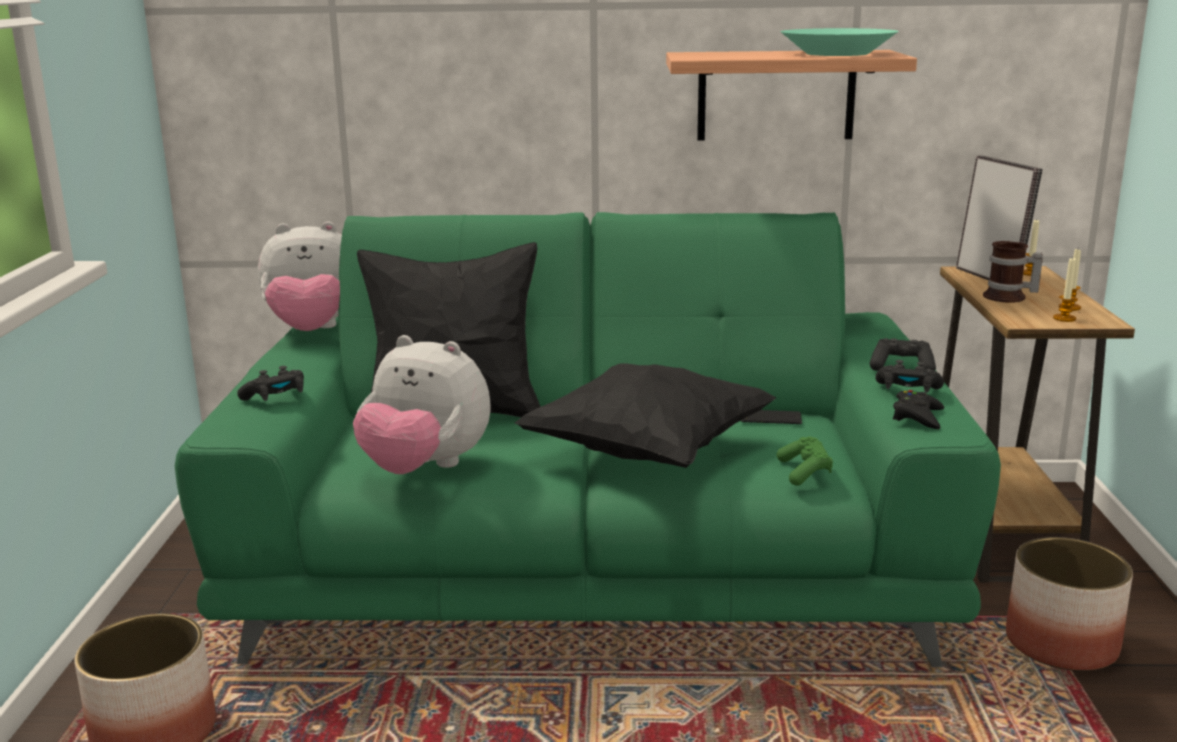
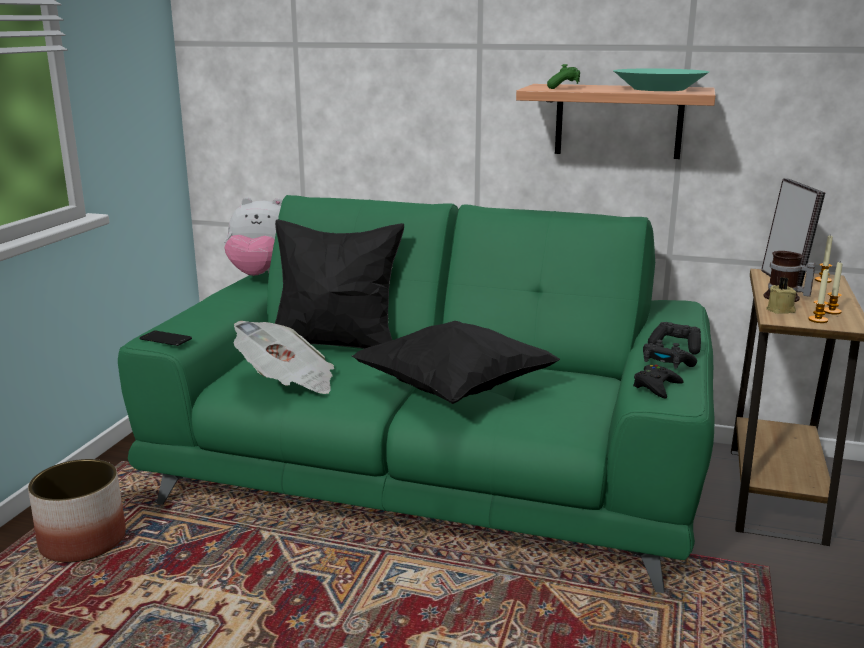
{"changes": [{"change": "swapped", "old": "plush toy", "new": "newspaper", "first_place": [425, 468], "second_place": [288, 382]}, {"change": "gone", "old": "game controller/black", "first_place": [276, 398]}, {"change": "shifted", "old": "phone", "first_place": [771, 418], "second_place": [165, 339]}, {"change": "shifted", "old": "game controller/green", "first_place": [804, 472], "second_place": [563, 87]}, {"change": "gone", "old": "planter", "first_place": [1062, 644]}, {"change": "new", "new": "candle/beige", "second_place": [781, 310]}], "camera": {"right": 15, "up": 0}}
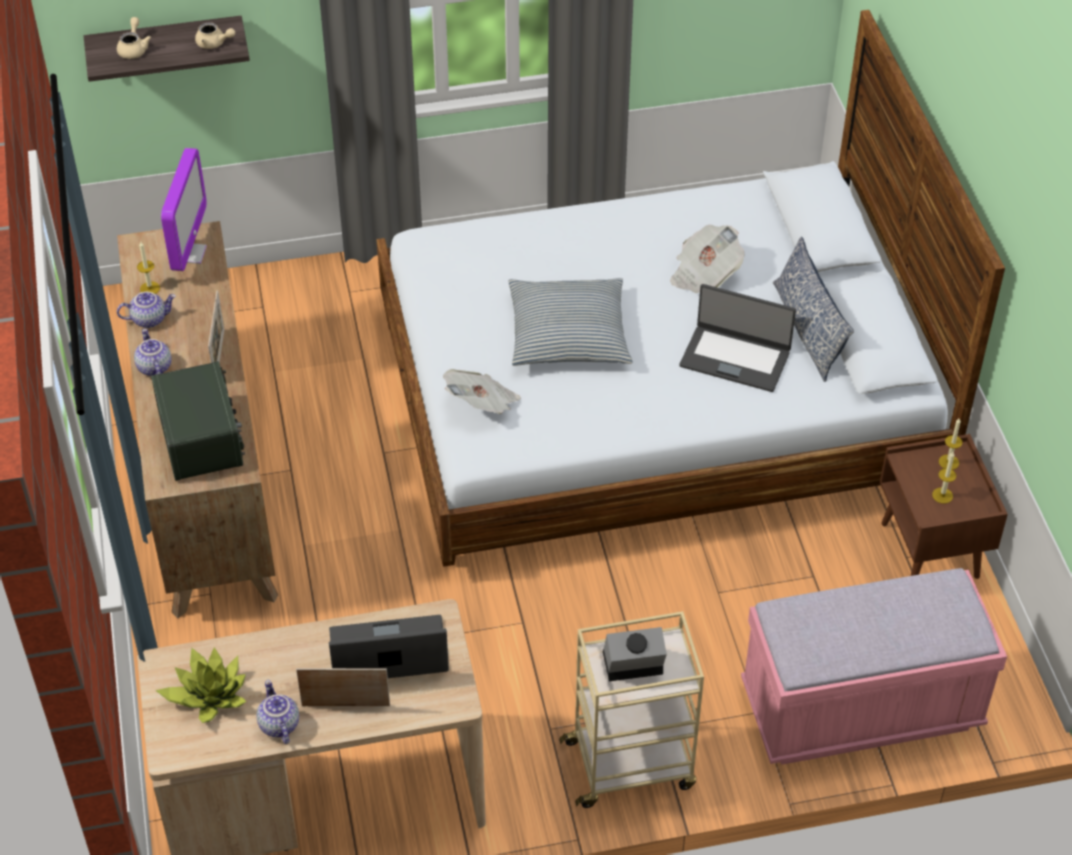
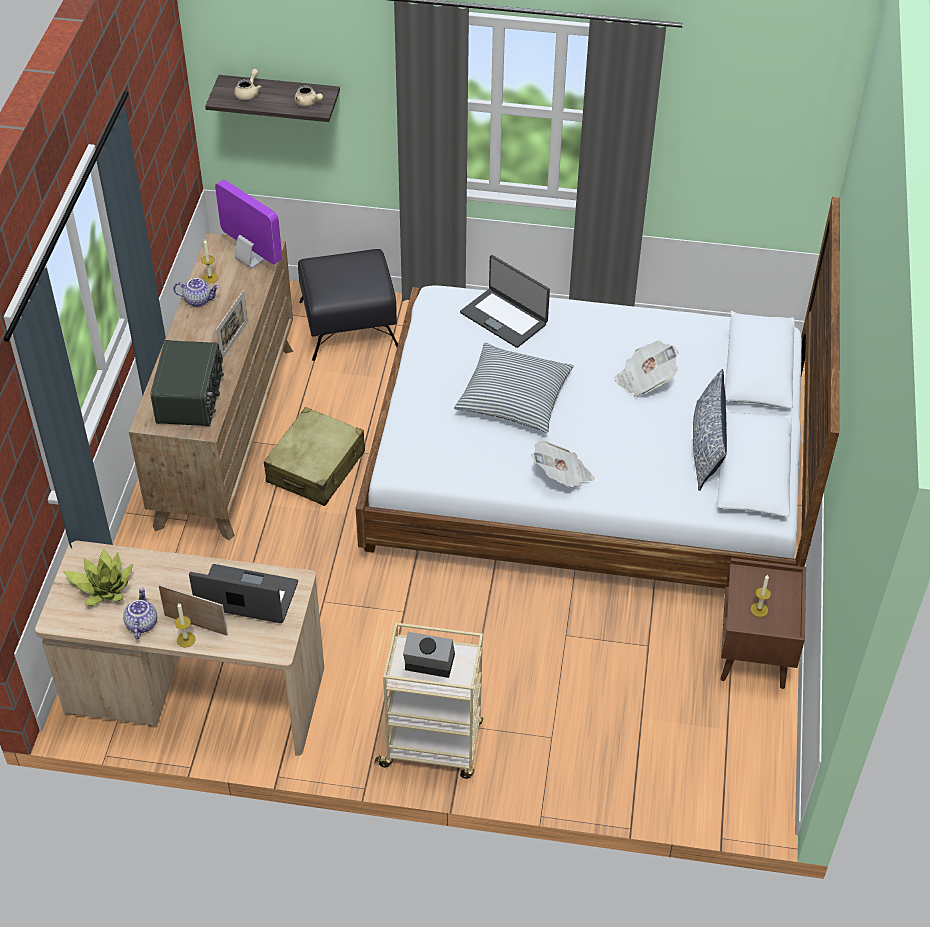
{"changes": [{"change": "rotated", "old": "monitor", "first_place": [189, 253], "second_place": [251, 259], "degrees": -75}, {"change": "shifted", "old": "laptop", "first_place": [735, 358], "second_place": [504, 318]}, {"change": "gone", "old": "teapot", "first_place": [153, 367]}, {"change": "shifted", "old": "newspaper", "first_place": [482, 405], "second_place": [562, 476]}, {"change": "shifted", "old": "candle", "first_place": [948, 462], "second_place": [186, 639]}, {"change": "gone", "old": "bench/pink", "first_place": [861, 709]}, {"change": "new", "new": "ottoman/black", "second_place": [349, 324]}, {"change": "new", "new": "suitcase/beige", "second_place": [316, 467]}], "camera": {"right": 20, "up": 0}}
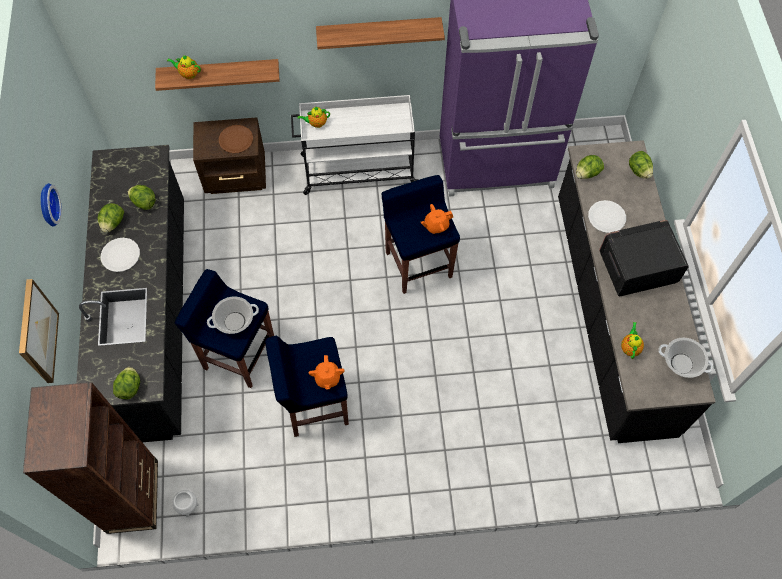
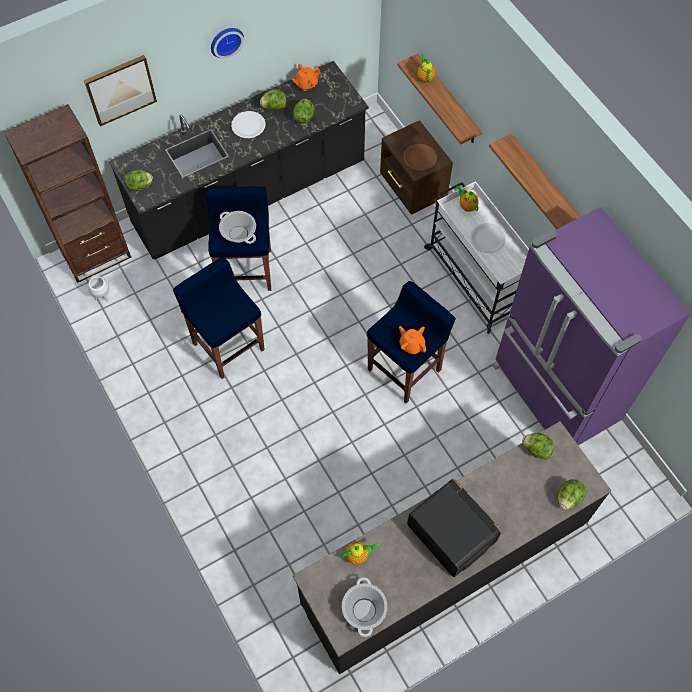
{"changes": [{"change": "shifted", "old": "plate/white", "first_place": [606, 217], "second_place": [487, 239]}, {"change": "shifted", "old": "teapot/orange", "first_place": [327, 378], "second_place": [306, 84]}], "camera": {"right": 65, "up": 0}}
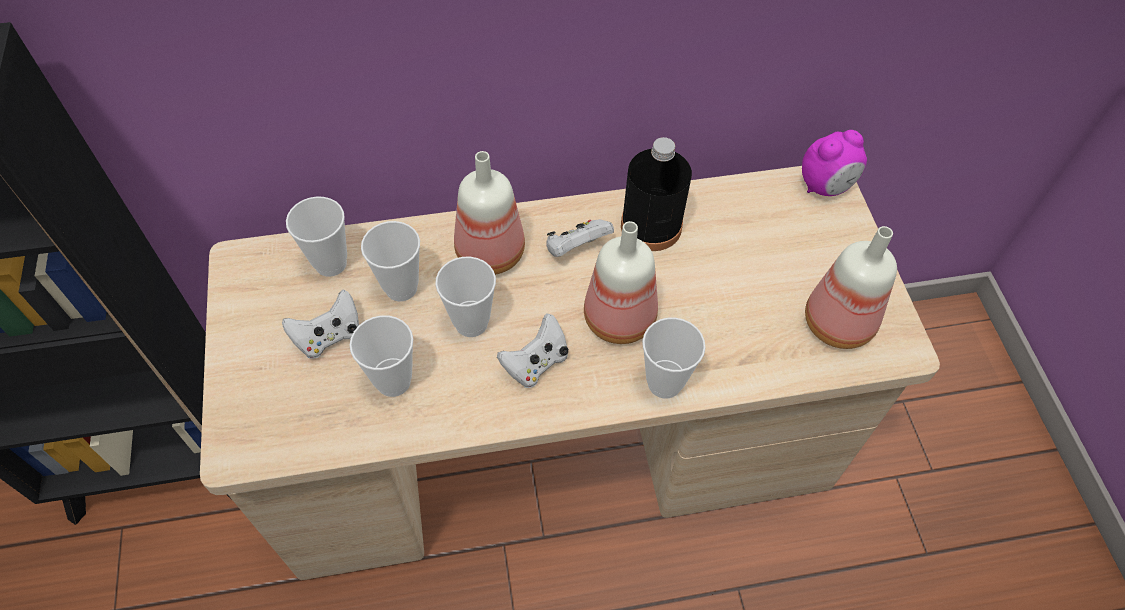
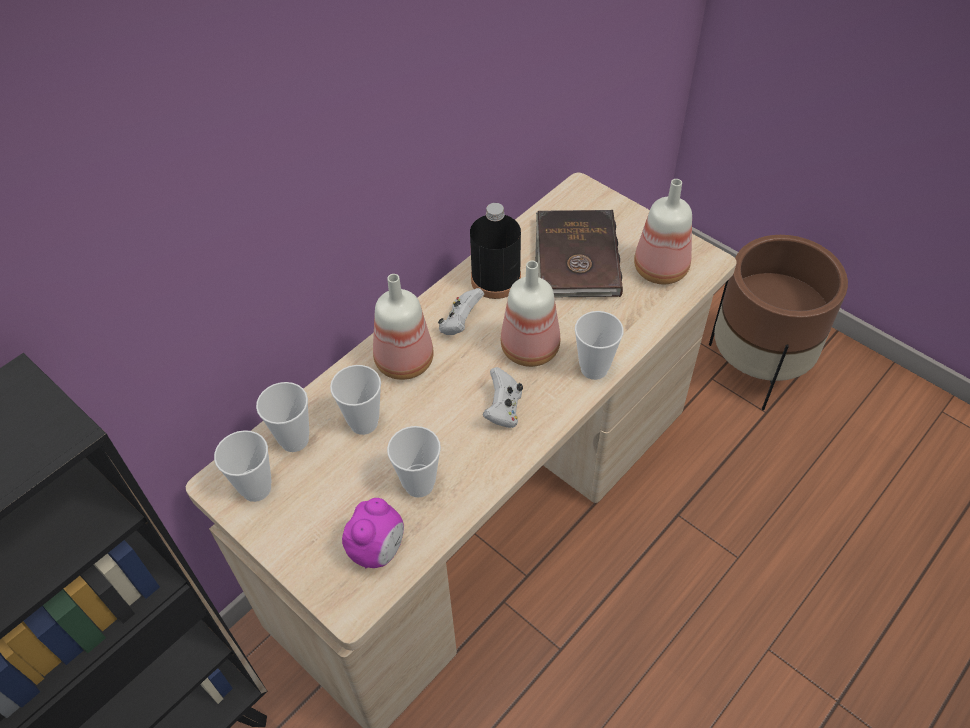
{"changes": [{"change": "shifted", "old": "alarm clock", "first_place": [825, 186], "second_place": [378, 549]}, {"change": "shifted", "old": "cup", "first_place": [471, 323], "second_place": [256, 488]}, {"change": "gone", "old": "game controller/white", "first_place": [329, 336]}, {"change": "new", "new": "book/brown", "second_place": [575, 258]}, {"change": "new", "new": "planter/brown", "second_place": [757, 366]}], "camera": {"right": -35, "up": -5}}
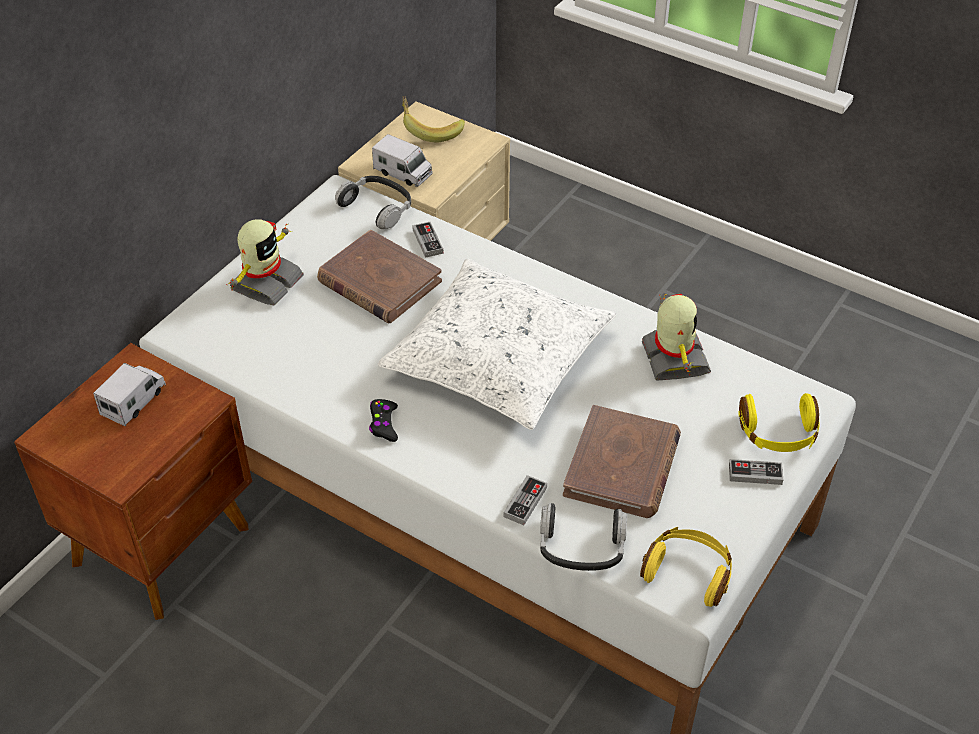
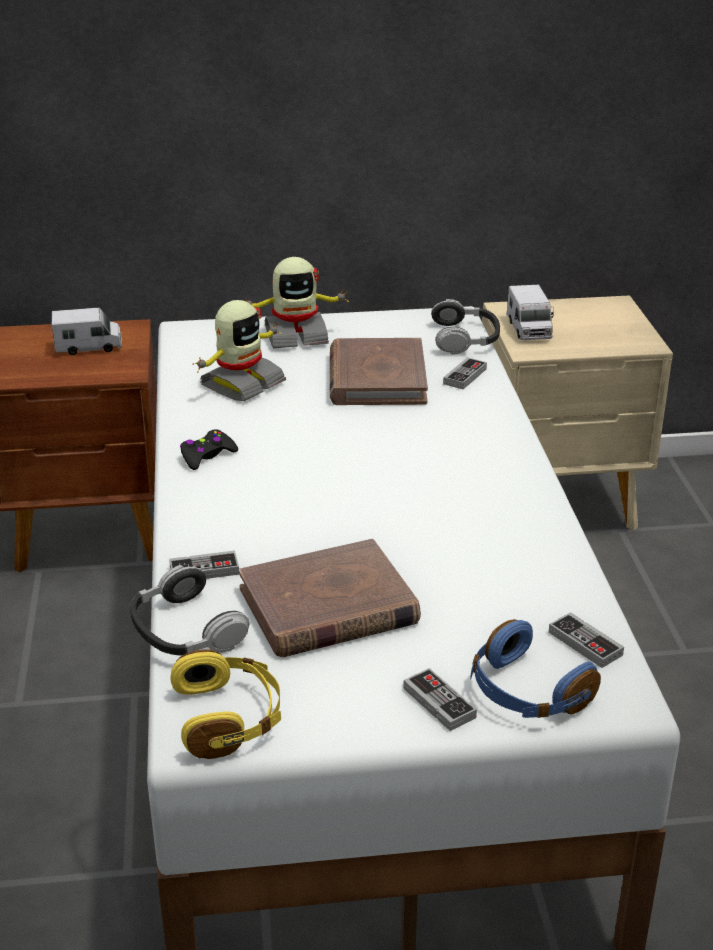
{"changes": [{"change": "gone", "old": "banana", "first_place": [430, 130]}, {"change": "gone", "old": "pillow/white", "first_place": [498, 358]}, {"change": "shifted", "old": "toy robot", "first_place": [673, 359], "second_place": [241, 383]}, {"change": "repainted", "old": "headphones/yellow", "new": "headphones/blue", "first_place": [778, 434], "second_place": [526, 693]}, {"change": "new", "new": "game controller", "second_place": [585, 643]}], "camera": {"right": 50, "up": -15}}
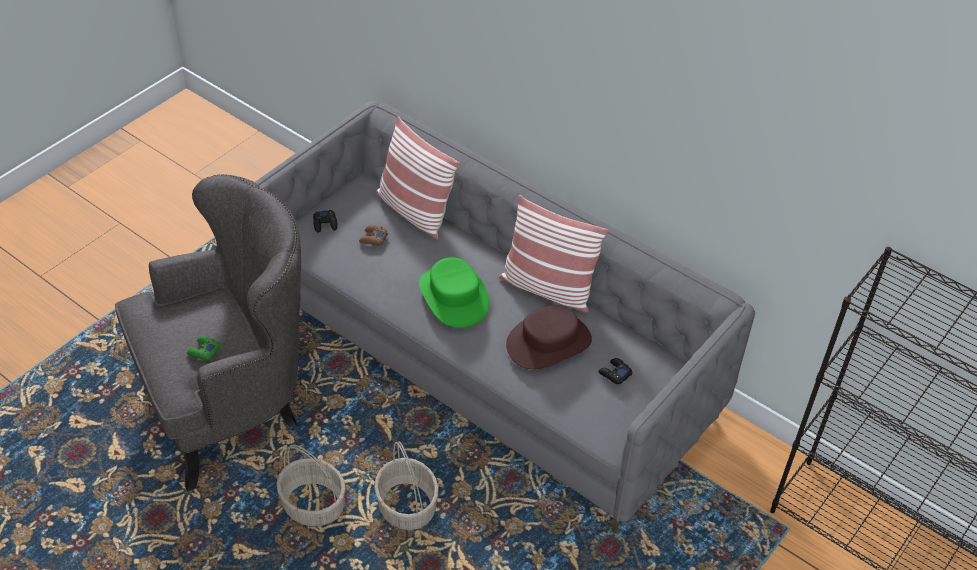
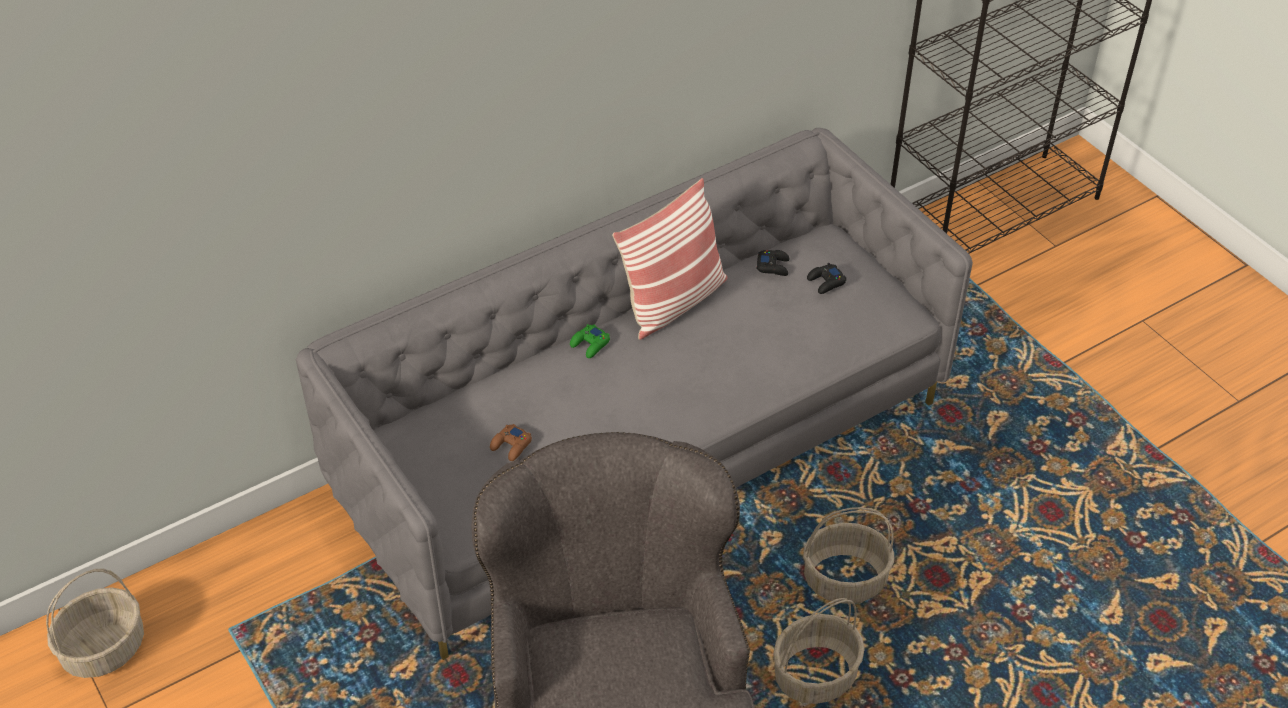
{"changes": [{"change": "gone", "old": "pillow", "first_place": [414, 211]}, {"change": "shifted", "old": "game controller/black", "first_place": [325, 224], "second_place": [773, 266]}, {"change": "gone", "old": "hat/green", "first_place": [454, 296]}, {"change": "gone", "old": "hat/brown", "first_place": [548, 342]}, {"change": "shifted", "old": "game controller/green", "first_place": [204, 351], "second_place": [590, 344]}, {"change": "new", "new": "basket", "second_place": [104, 650]}], "camera": {"right": -70, "up": 0}}
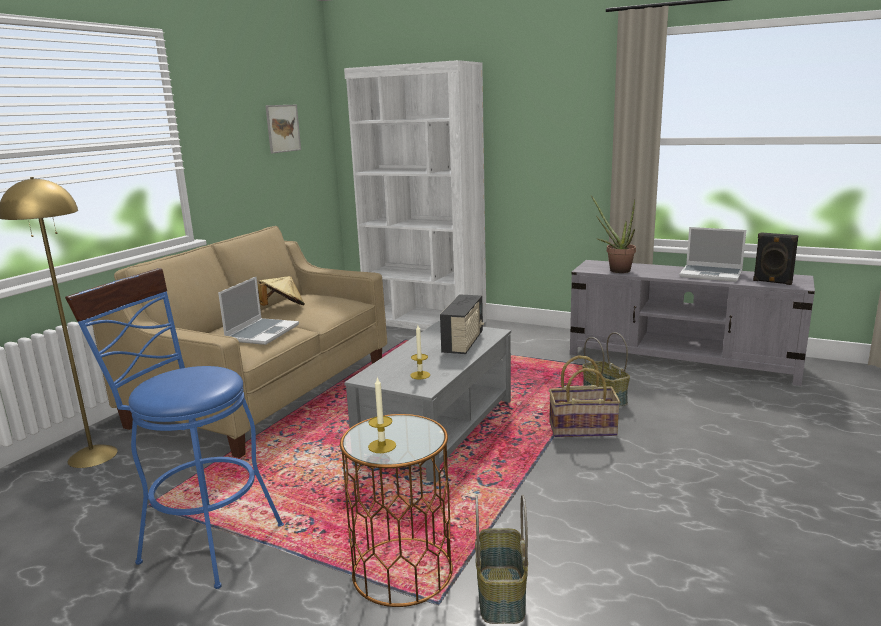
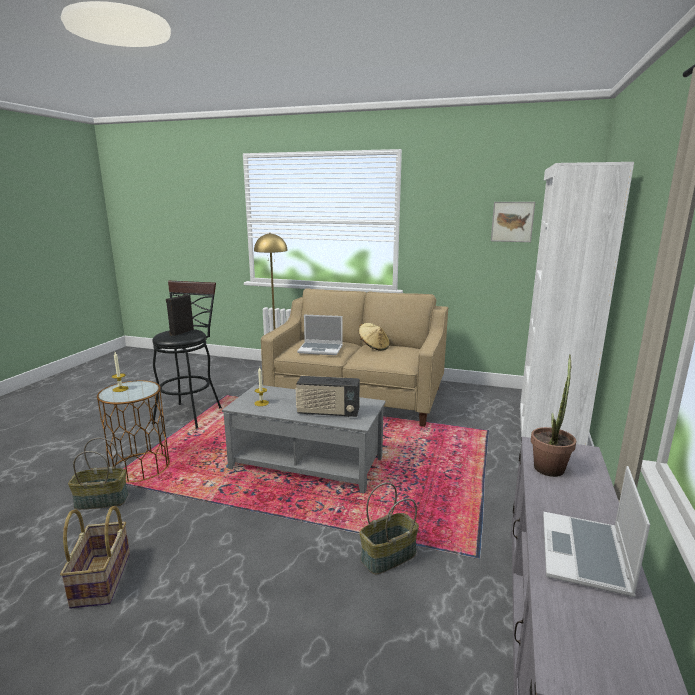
{"changes": [{"change": "shifted", "old": "speaker/black", "first_place": [772, 282], "second_place": [181, 332]}, {"change": "repainted", "old": "stool/blue", "new": "stool/black", "first_place": [202, 541], "second_place": [191, 413]}, {"change": "shifted", "old": "basket", "first_place": [582, 428], "second_place": [102, 580]}], "camera": {"right": 80, "up": 0}}
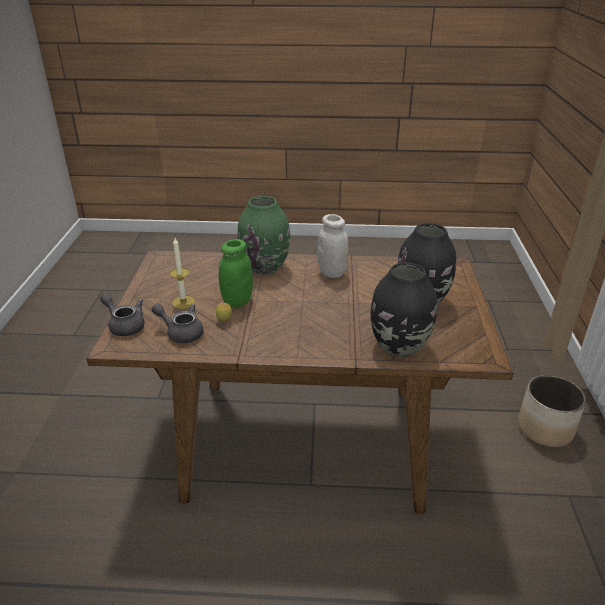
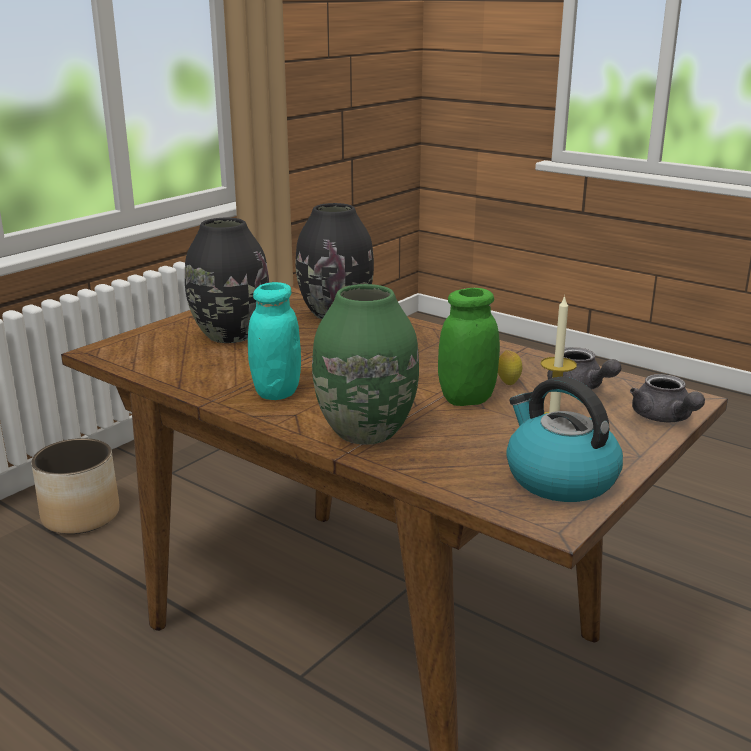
{"changes": [{"change": "repainted", "old": "jar/white", "new": "jar/turquoise", "first_place": [332, 273], "second_place": [276, 392]}, {"change": "new", "new": "kettle", "second_place": [559, 478]}], "camera": {"right": -145, "up": -10}}
